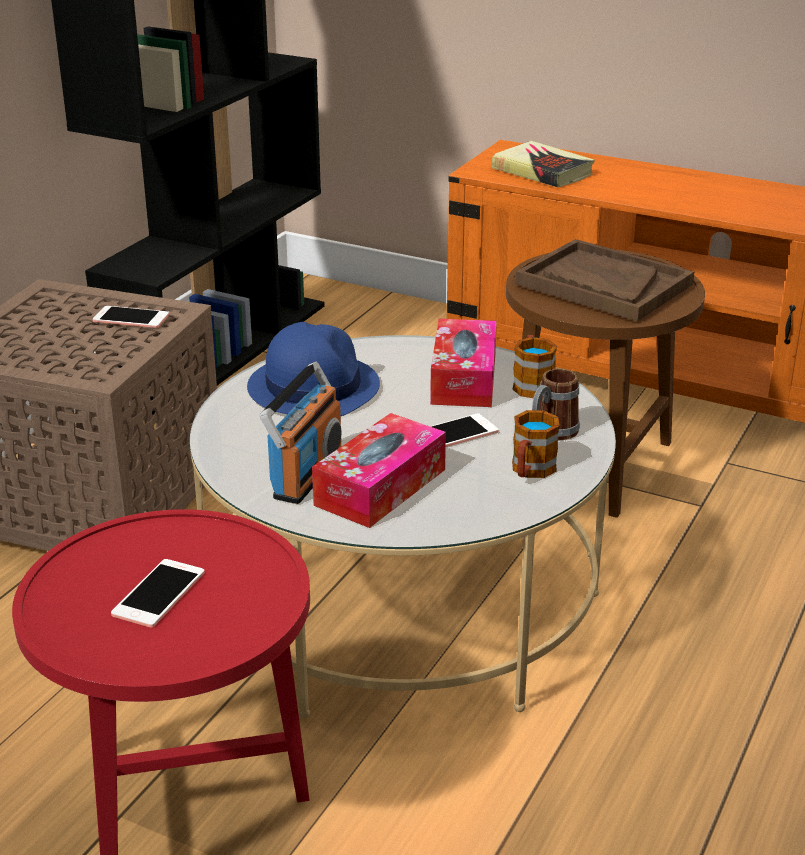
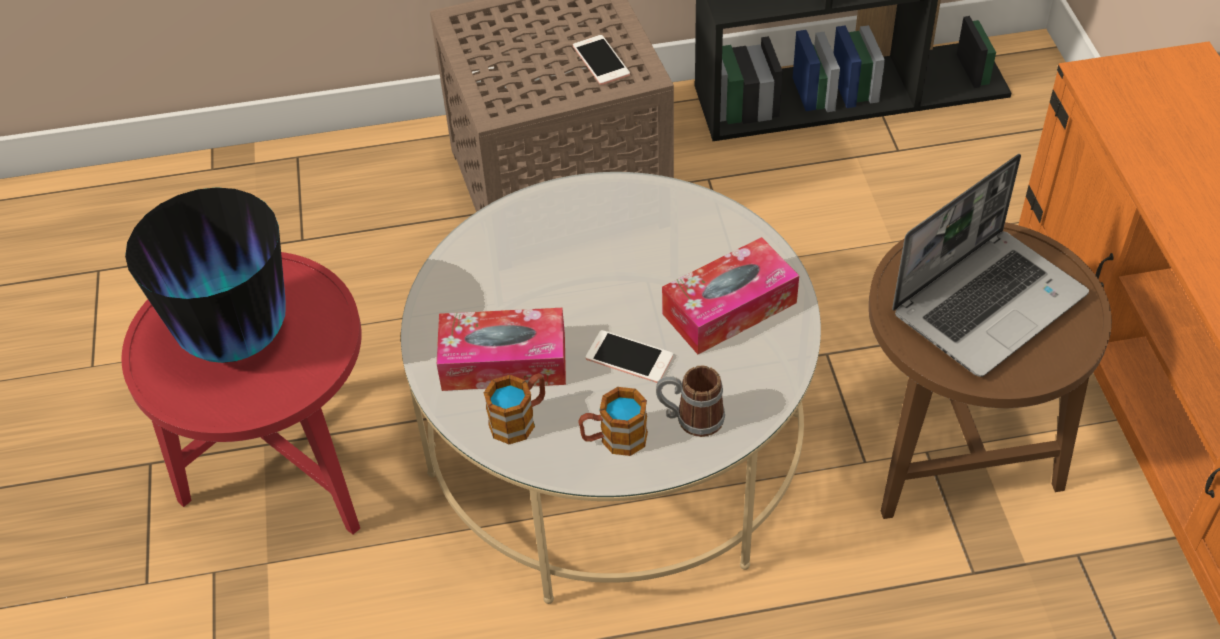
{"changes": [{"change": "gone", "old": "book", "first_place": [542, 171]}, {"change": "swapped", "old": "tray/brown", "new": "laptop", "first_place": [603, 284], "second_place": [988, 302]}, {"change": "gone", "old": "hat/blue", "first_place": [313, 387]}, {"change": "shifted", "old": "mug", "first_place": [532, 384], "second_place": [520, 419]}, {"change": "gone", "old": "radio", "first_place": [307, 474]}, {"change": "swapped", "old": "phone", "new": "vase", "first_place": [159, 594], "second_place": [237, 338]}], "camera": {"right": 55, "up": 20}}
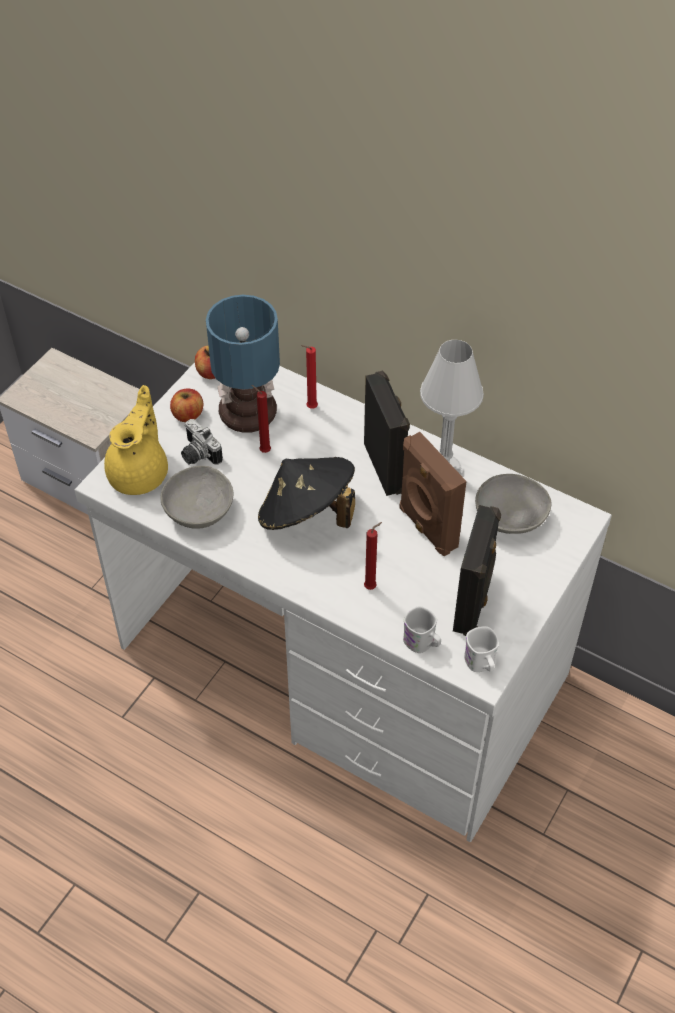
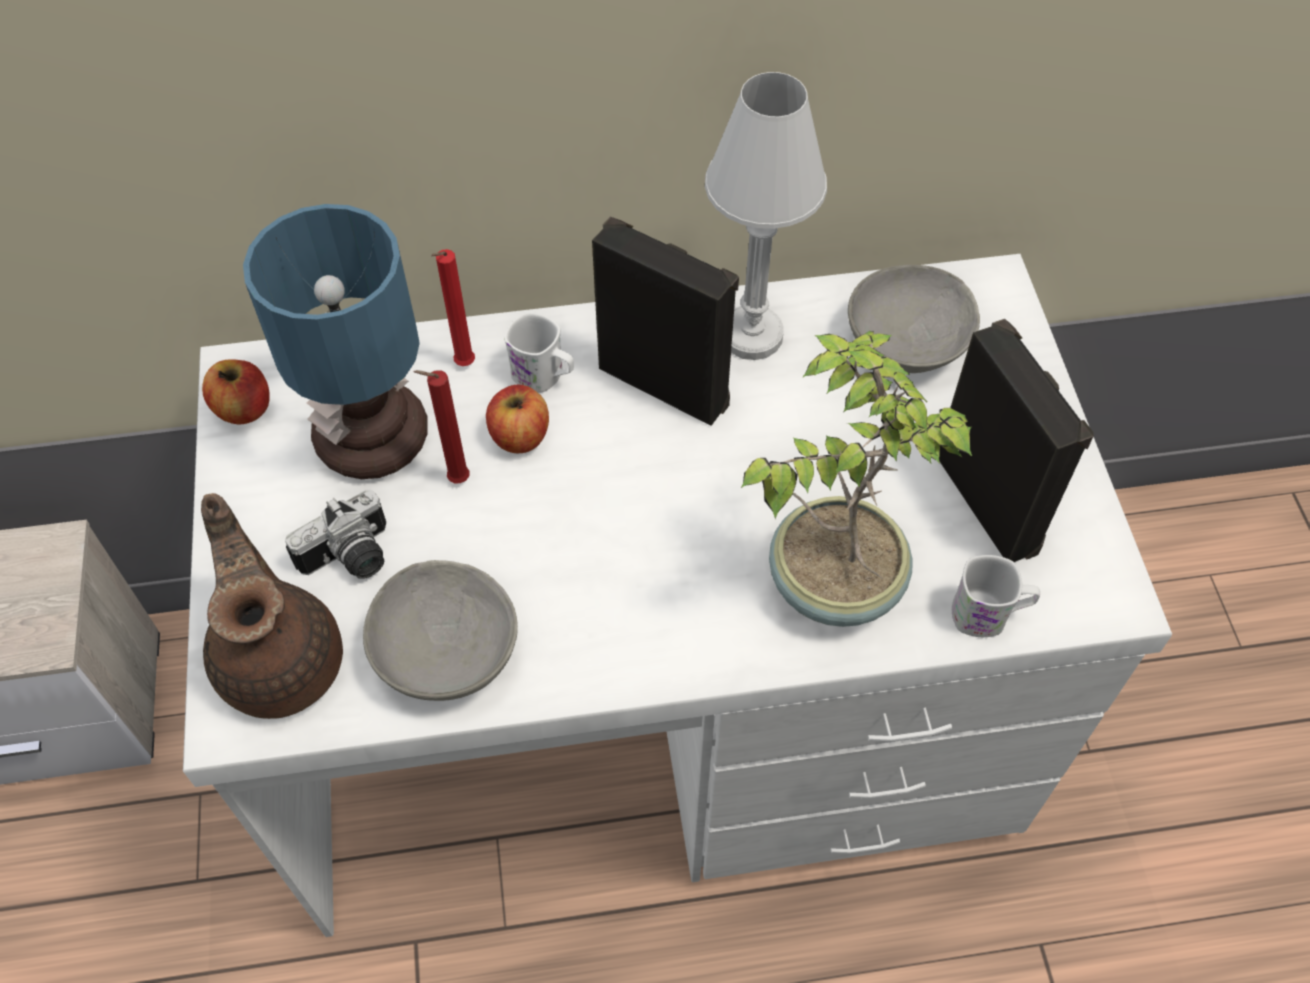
{"changes": [{"change": "repainted", "old": "teapot/yellow", "new": "teapot/brown", "first_place": [140, 473], "second_place": [281, 658]}, {"change": "shifted", "old": "apple", "first_place": [187, 415], "second_place": [519, 436]}, {"change": "rotated", "old": "photo camera", "first_place": [197, 455], "second_place": [351, 559], "degrees": -45}, {"change": "gone", "old": "speaker/brown", "first_place": [426, 528]}, {"change": "gone", "old": "hat/black", "first_place": [307, 515]}, {"change": "swapped", "old": "candle/red", "new": "potted plant", "first_place": [372, 586], "second_place": [832, 580]}, {"change": "shifted", "old": "mug/white", "first_place": [481, 664], "second_place": [545, 376]}], "camera": {"right": -40, "up": 5}}
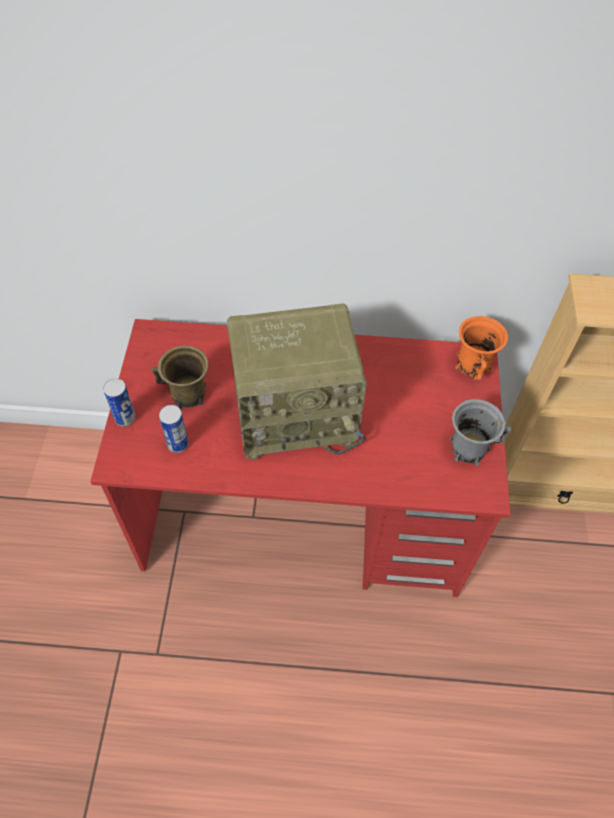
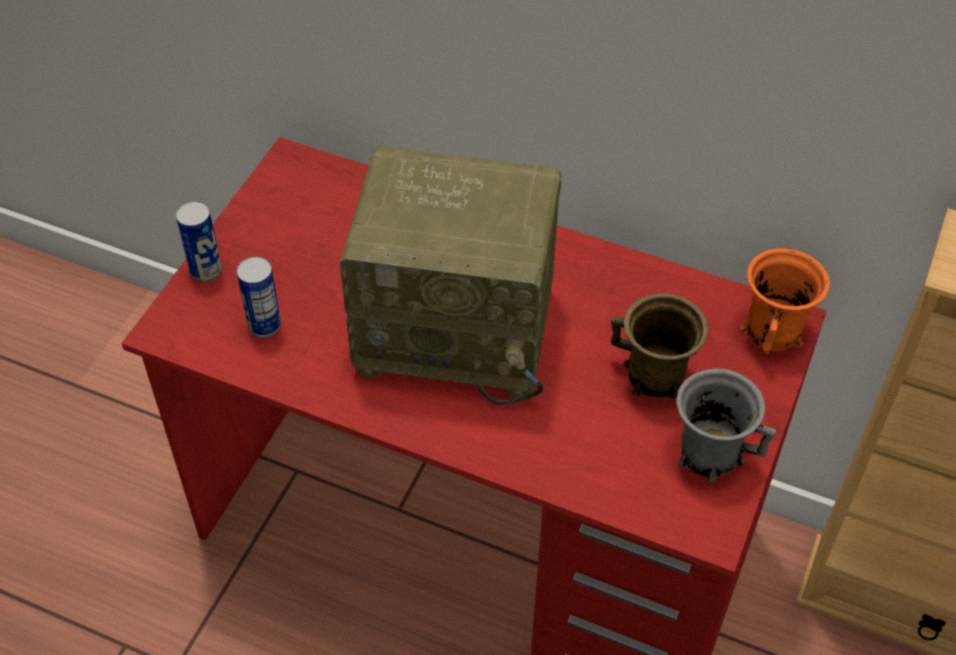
{"changes": [{"change": "shifted", "old": "mug/brown", "first_place": [188, 395], "second_place": [655, 377]}], "camera": {"right": 20, "up": -5}}
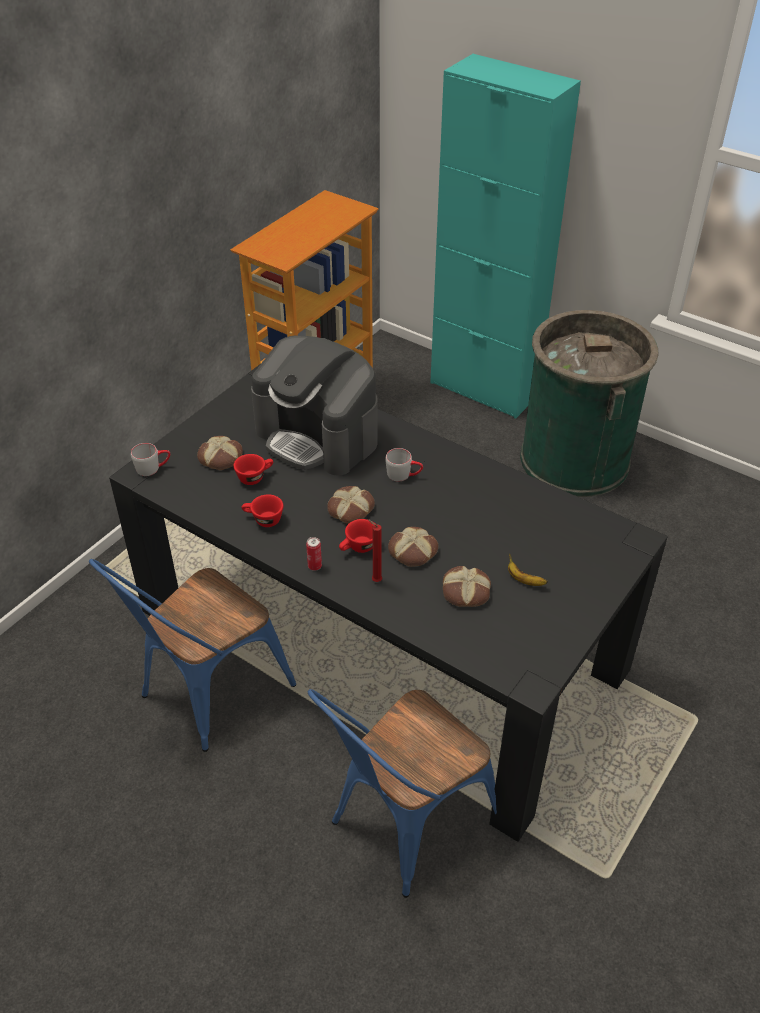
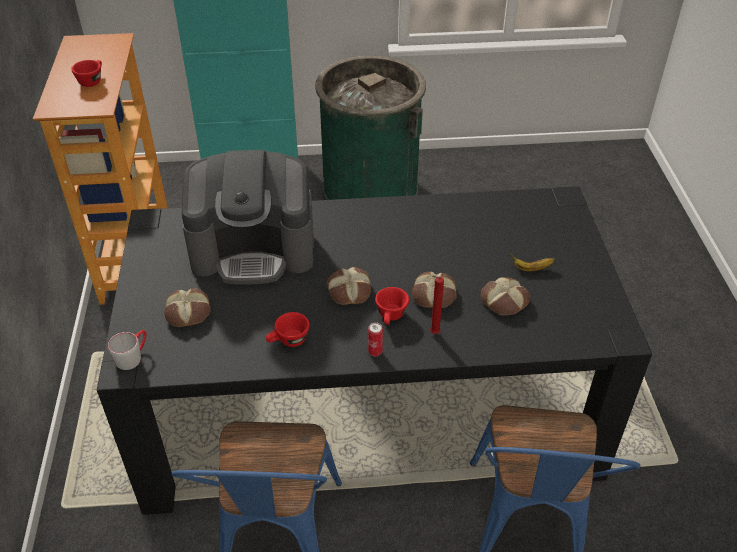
{"changes": [{"change": "gone", "old": "mug/grey", "first_place": [404, 475]}, {"change": "shifted", "old": "cup/red", "first_place": [255, 477], "second_place": [92, 80]}], "camera": {"right": -40, "up": 0}}
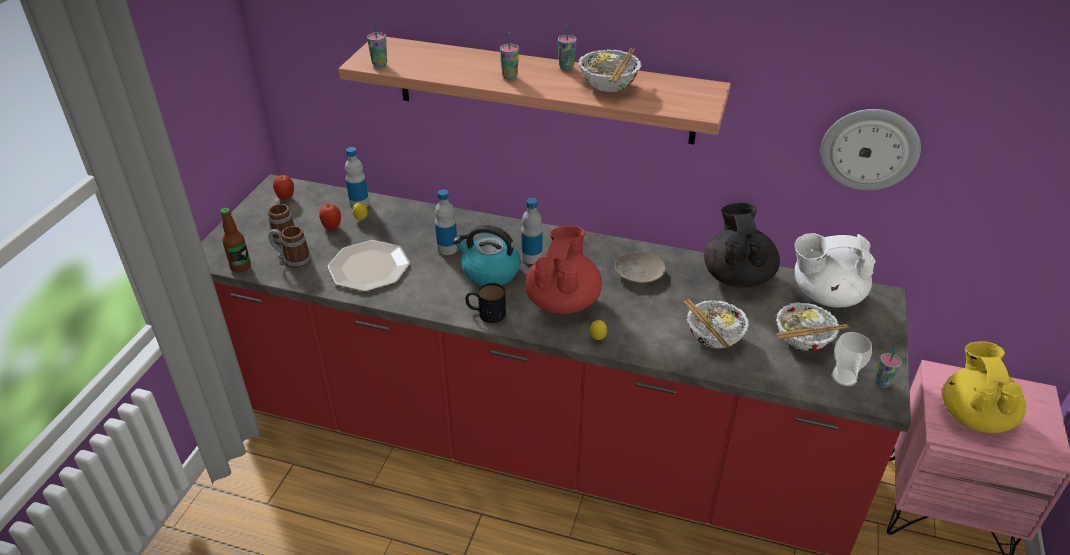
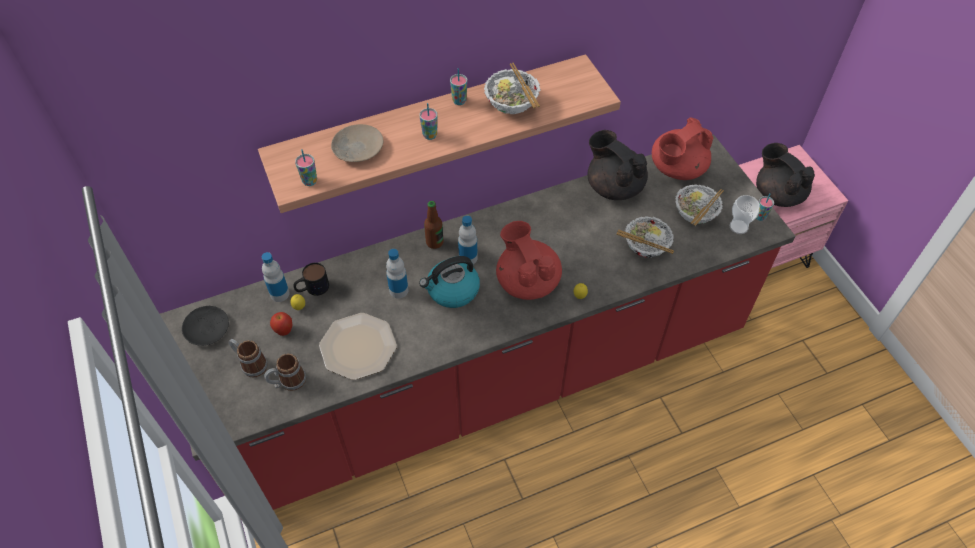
{"changes": [{"change": "gone", "old": "wall clock", "first_place": [869, 149]}, {"change": "swapped", "old": "apple", "new": "plate/black", "first_place": [286, 198], "second_place": [207, 328]}, {"change": "shifted", "old": "bottle", "first_place": [241, 267], "second_place": [434, 242]}, {"change": "repainted", "old": "teapot/white", "new": "teapot/red", "first_place": [825, 295], "second_place": [676, 169]}, {"change": "shifted", "old": "plate/beige", "first_place": [638, 273], "second_place": [357, 148]}, {"change": "shifted", "old": "mug", "first_place": [485, 313], "second_place": [312, 288]}, {"change": "repainted", "old": "teapot/yellow", "new": "teapot/black", "first_place": [974, 415], "second_place": [777, 194]}], "camera": {"right": -40, "up": 15}}
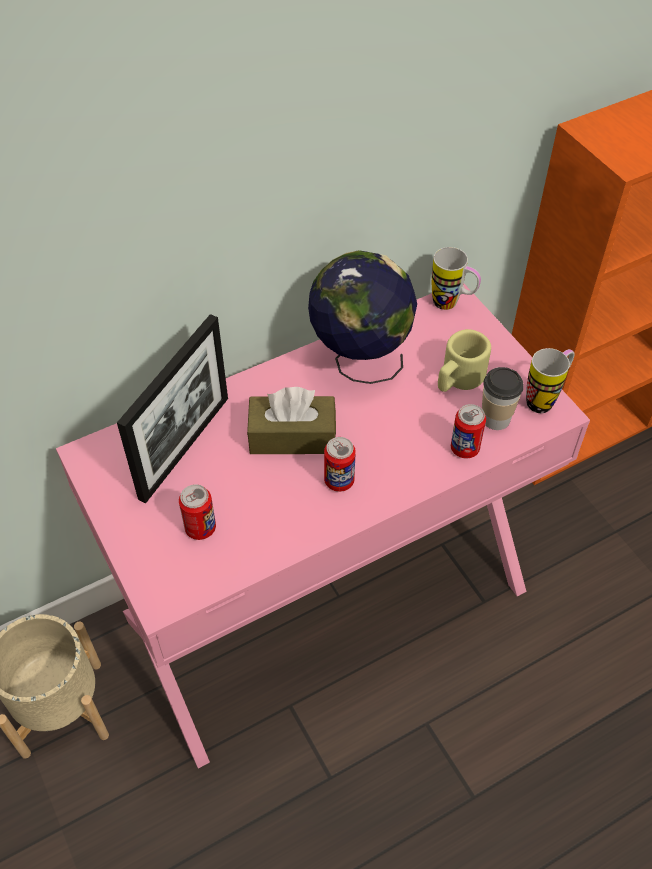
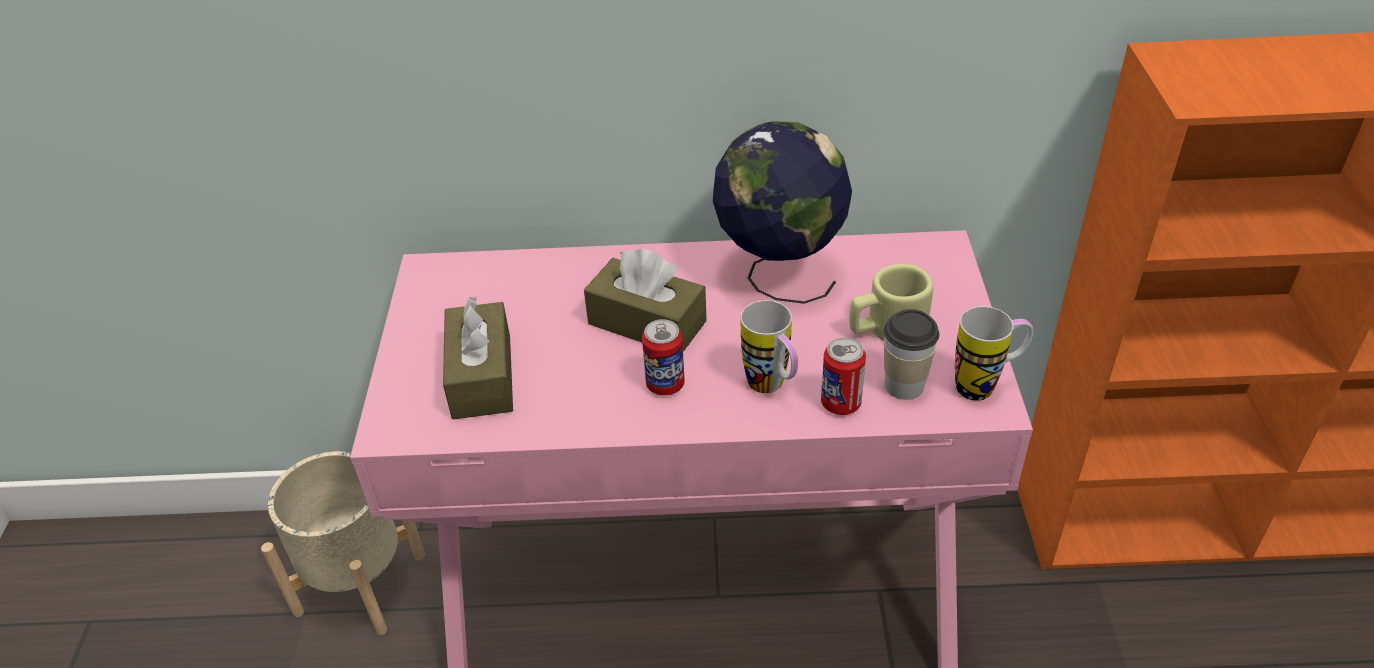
{"changes": [{"change": "shifted", "old": "mug", "first_place": [452, 304], "second_place": [772, 388]}, {"change": "gone", "old": "picture frame", "first_place": [184, 447]}, {"change": "swapped", "old": "can", "new": "tissue box/brown", "first_place": [200, 528], "second_place": [482, 376]}], "camera": {"right": 30, "up": -10}}
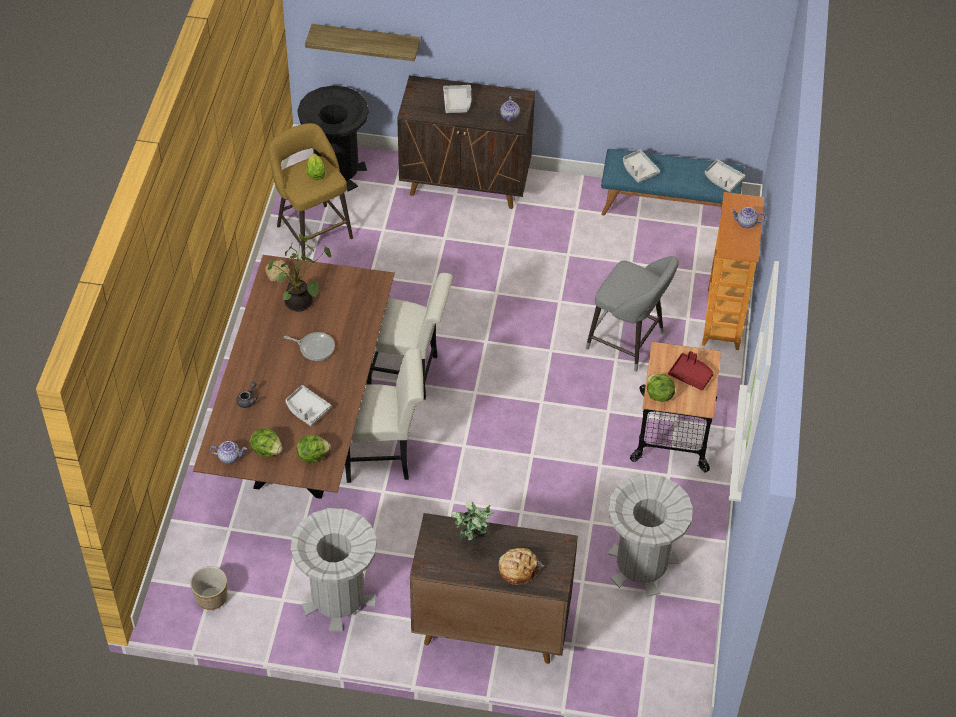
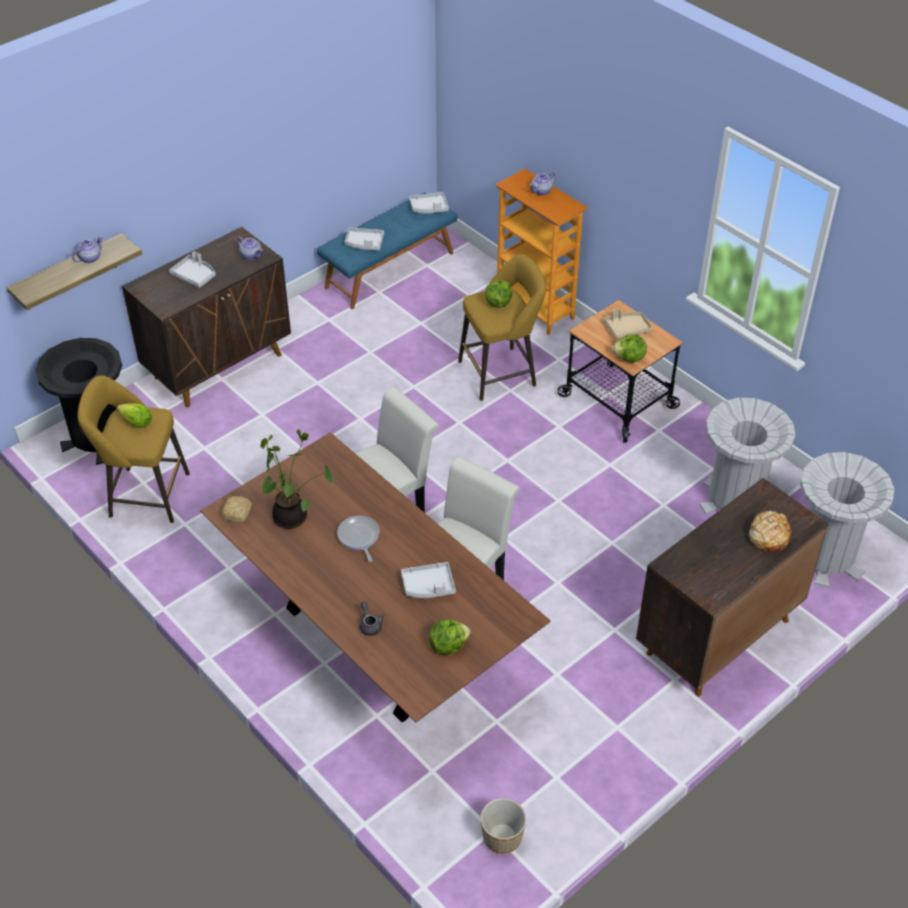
{"changes": [{"change": "repainted", "old": "stool/grey", "new": "stool/yellow", "first_place": [629, 343], "second_place": [501, 372]}, {"change": "rotated", "old": "frying pan", "first_place": [315, 347], "second_place": [359, 537], "degrees": -75}, {"change": "repainted", "old": "tray/red", "new": "tray/beige", "first_place": [691, 375], "second_place": [626, 329]}, {"change": "shifted", "old": "lettuce", "first_place": [313, 455], "second_place": [498, 302]}, {"change": "shifted", "old": "teapot", "first_place": [229, 457], "second_place": [90, 258]}, {"change": "gone", "old": "potted plant", "first_place": [472, 541]}, {"change": "shifted", "old": "trash can/grey", "first_place": [338, 599], "second_place": [826, 557]}], "camera": {"right": -50, "up": -5}}
